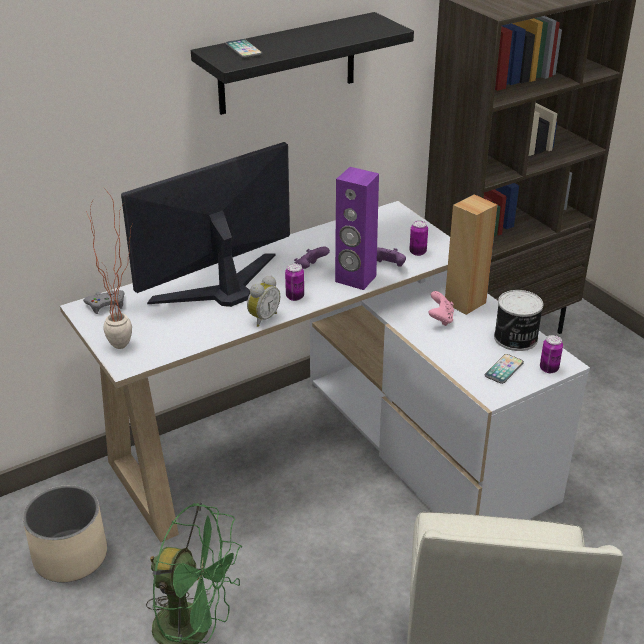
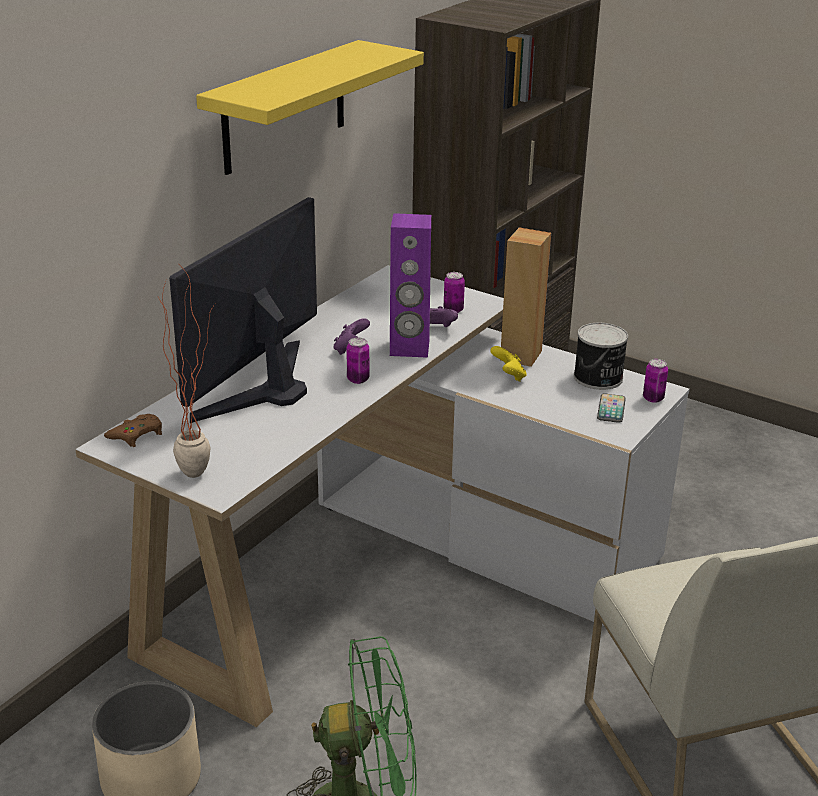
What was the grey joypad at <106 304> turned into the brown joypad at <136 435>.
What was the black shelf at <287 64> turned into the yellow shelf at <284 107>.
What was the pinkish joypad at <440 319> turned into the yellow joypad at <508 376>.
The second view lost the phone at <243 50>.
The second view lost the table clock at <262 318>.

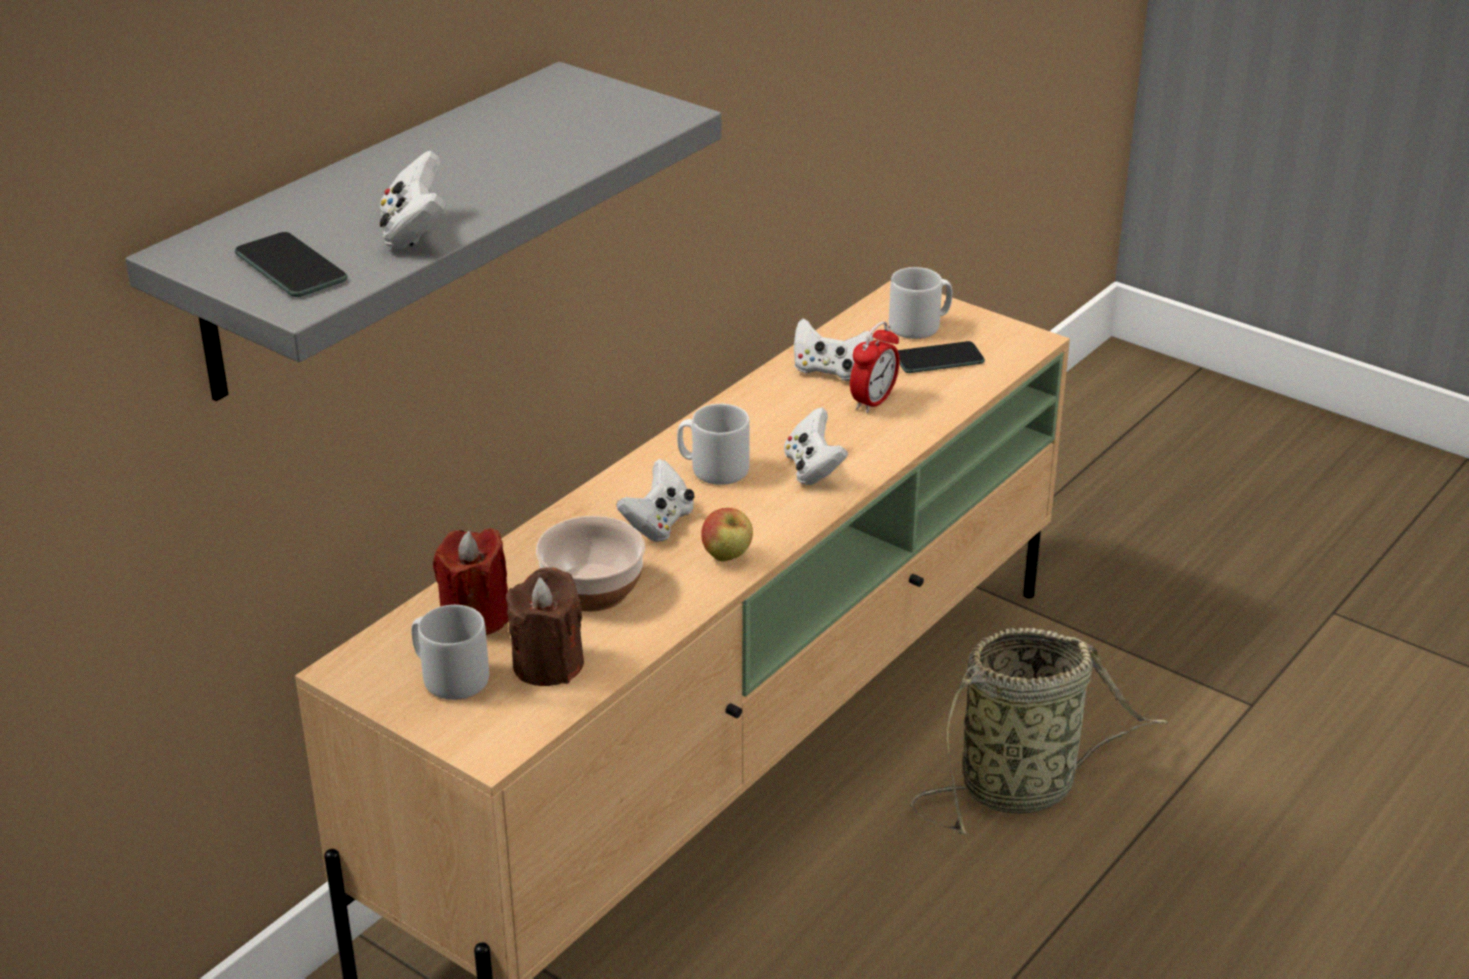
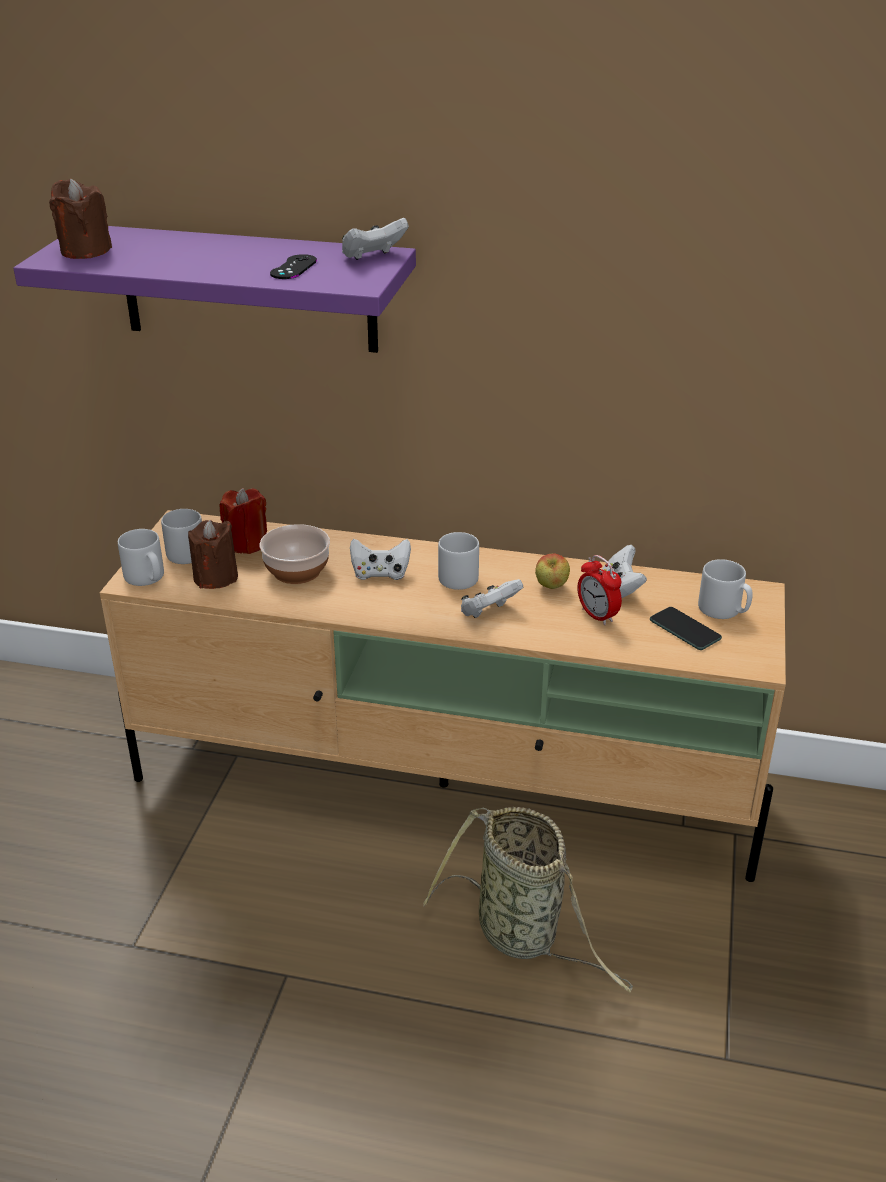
What was the grey shelf at <371 232> turned into the purple-coloured shelf at <248 289>.
Where the phone stood at <290 267>, the brown wax candle came to stand at <85 251>.
The second view gained the grey mug at <147 578>.
The second view gained the black joypad at <293 267>.
The whitish joypad ended up elsewhere, having gone from <414 232> to <372 257>.
The apple ended up elsewhere, having gone from <727 557> to <551 587>.
The table clock at <873 401> ended up facing another way, 45 degrees clockwise from before.

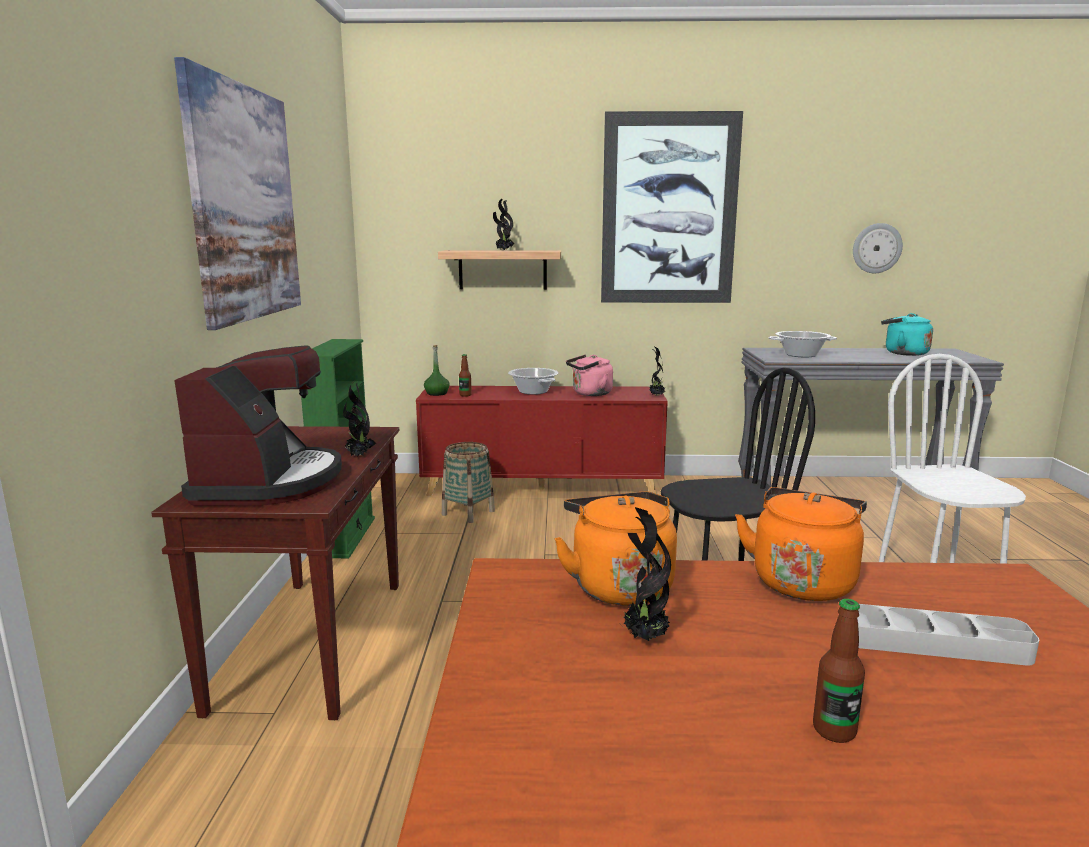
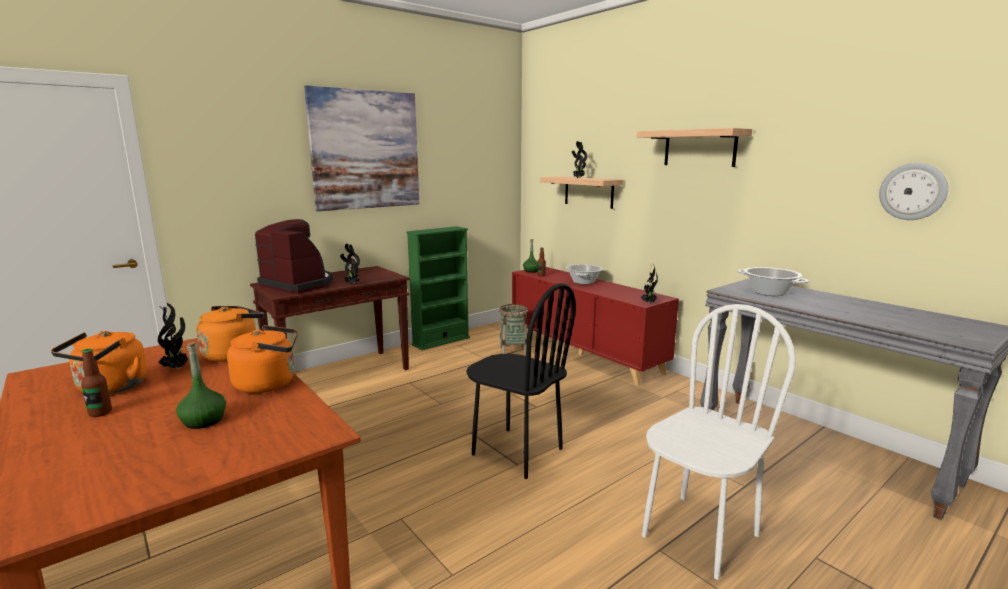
The second view gained the orange kettle at <110 388>.
Where the grey carrying tray stood at <932 643>, the greenish bottle came to stand at <203 421>.
The coffee maker at <269 482> ended up facing another way, 105 degrees counterclockwise from before.
Where the wall art hung at <669 210>, the shelf came to hang at <699 148>.
The second view lost the pinkish kettle at <590 394>.
The second view lost the turquoise-coloured kettle at <903 353>.

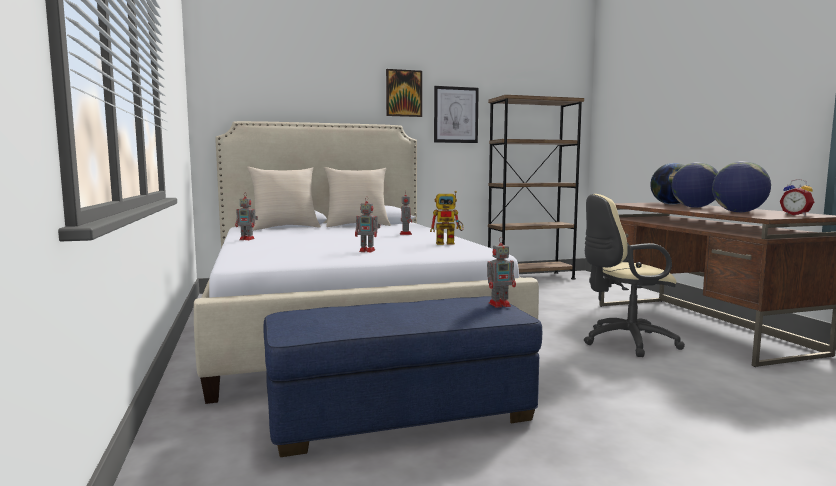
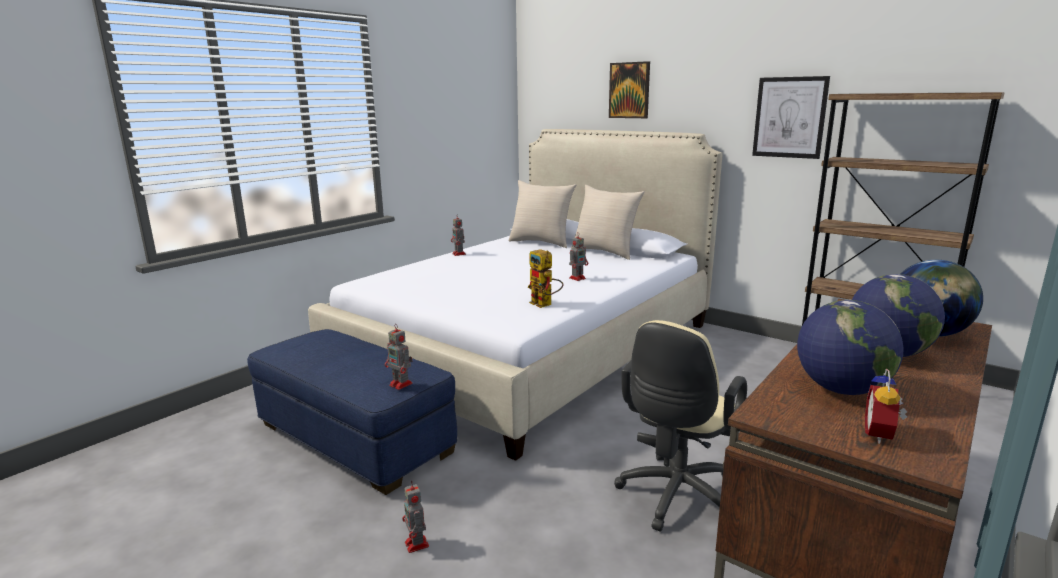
The toy robot ended up elsewhere, having gone from <368 251> to <417 545>.
The wall art ended up elsewhere, having gone from <403 93> to <629 90>.
The sand-coloured computer chair at <624 342> ended up facing another way, 105 degrees counterclockwise from before.

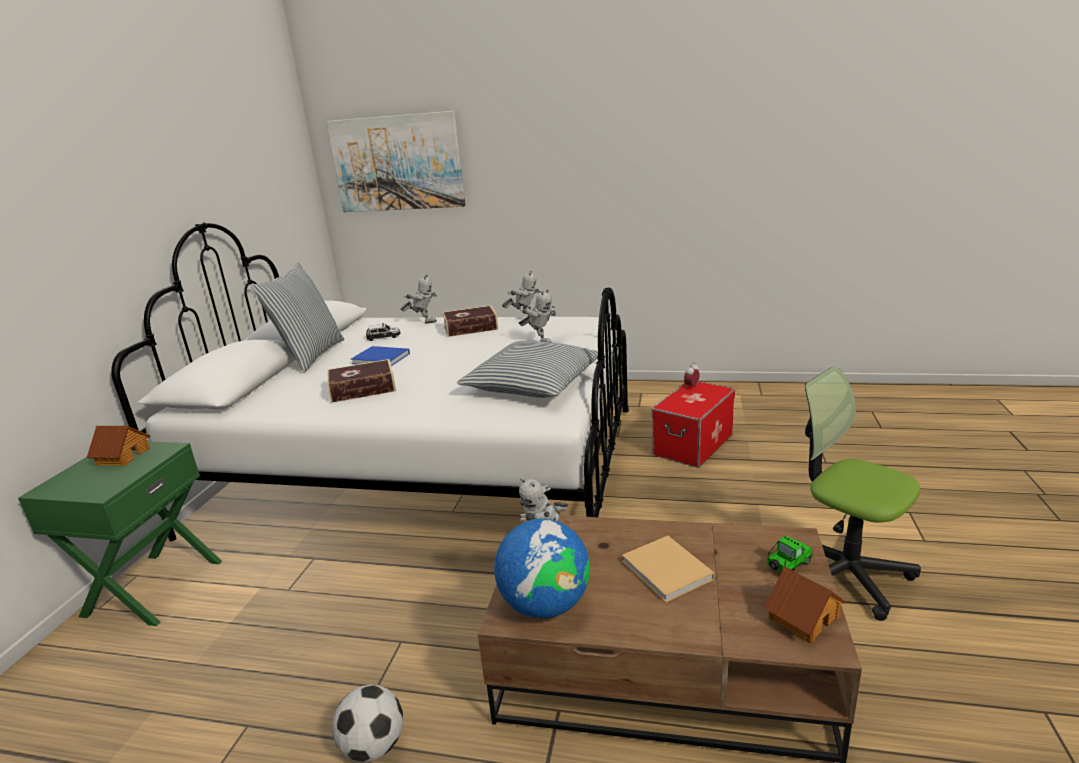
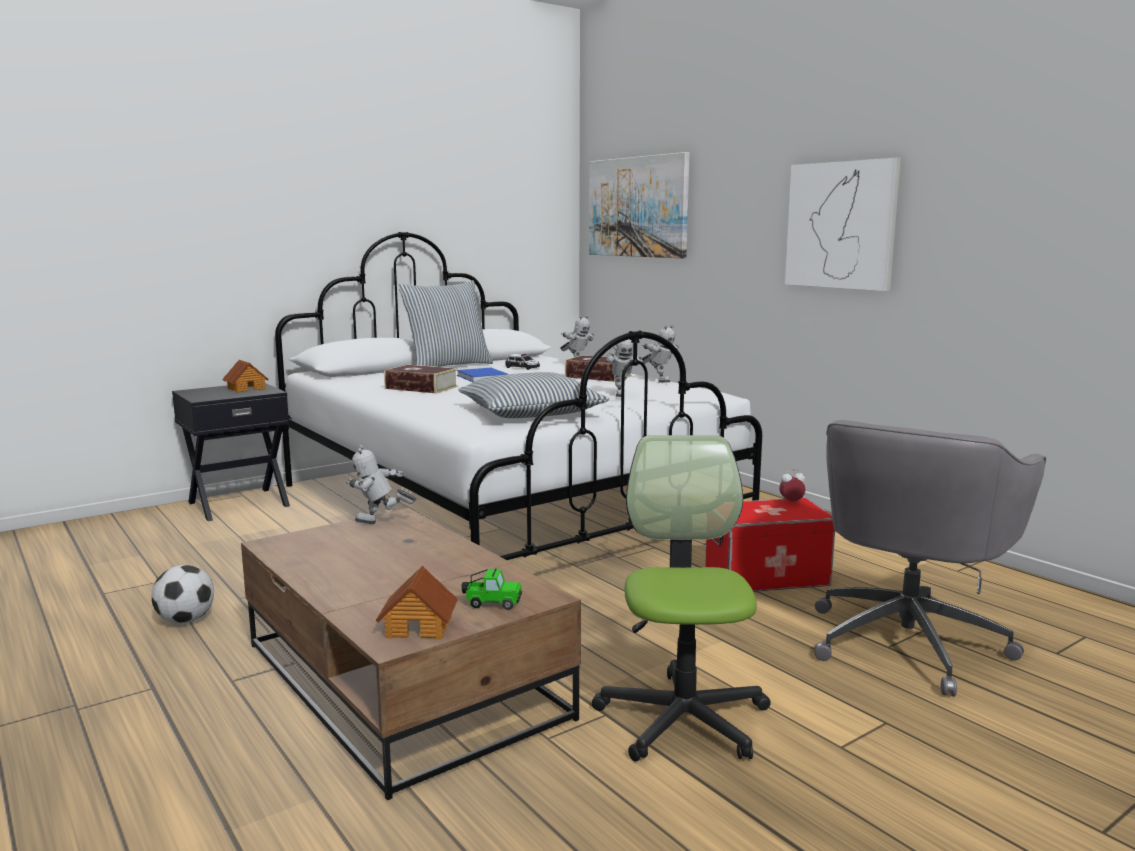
What was the greenish night table at <152 587> turned into the black night table at <238 503>.
The second view gained the wall art at <841 225>.
The second view gained the grey computer chair at <908 641>.
The second view lost the desk globe at <545 605>.
The second view lost the sand-coloured bound book at <668 572>.

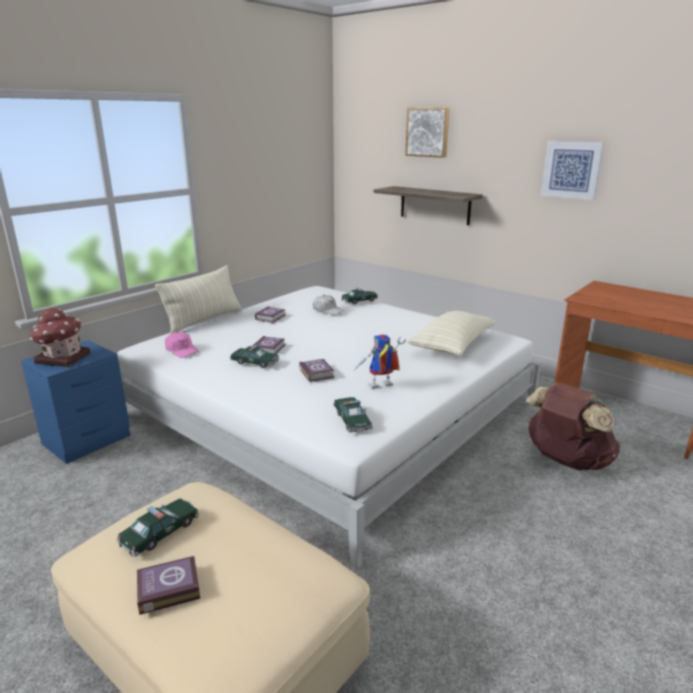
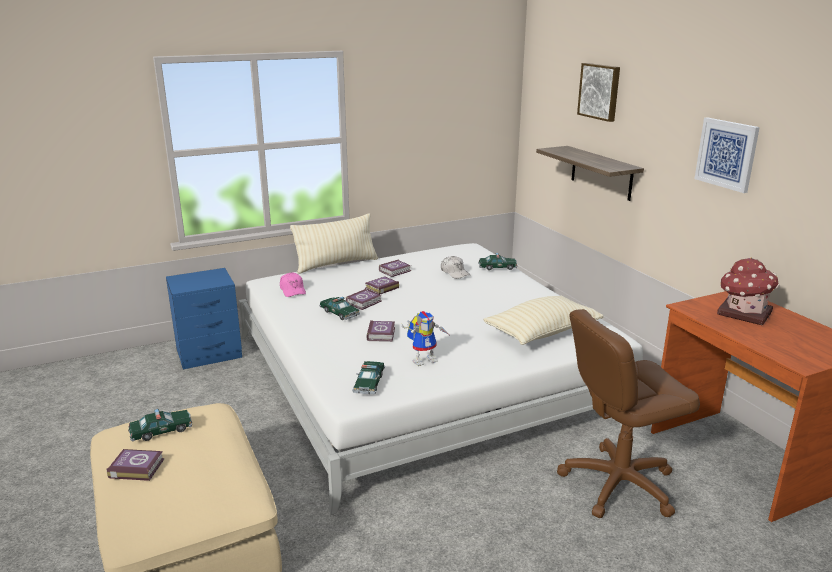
The second view gained the bound book at <380 288>.
The toy robot at <380 387> ended up facing another way, 150 degrees clockwise from before.
Where the brown rucksack stood at <566 461>, the brown computer chair came to stand at <618 484>.
The miniature house ended up elsewhere, having gone from <62 358> to <743 313>.

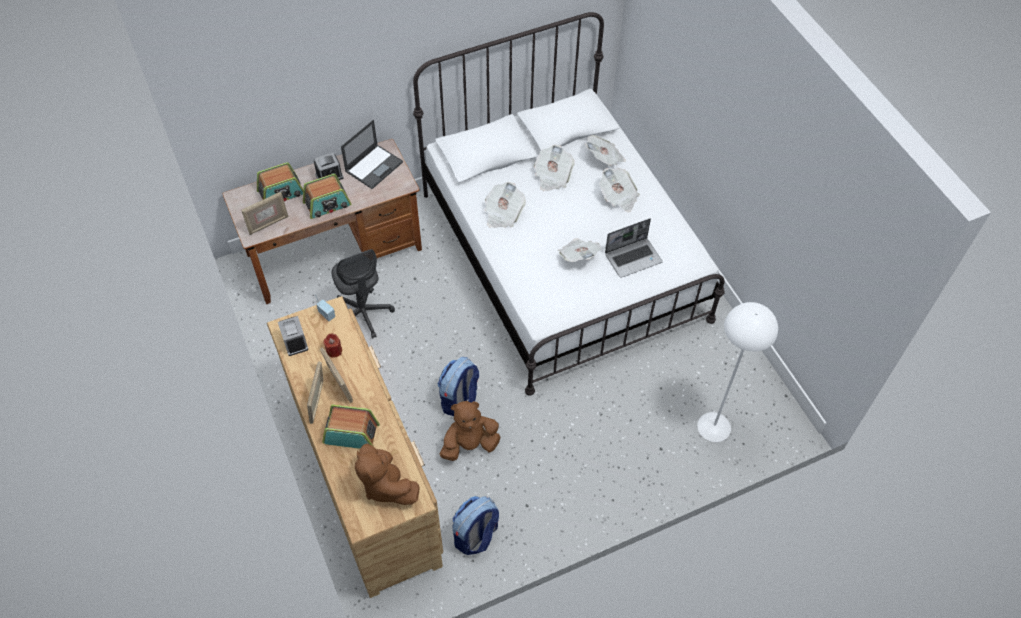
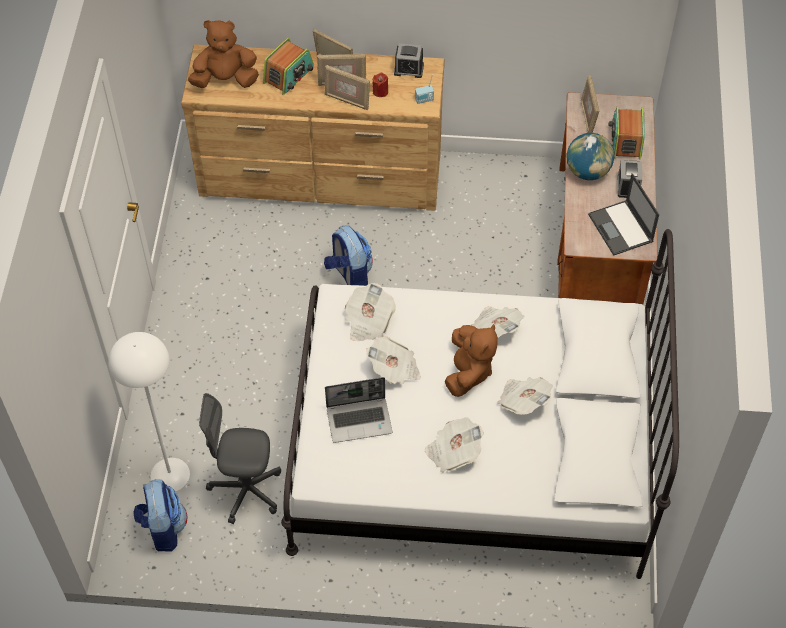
The rucksack ended up elsewhere, having gone from <476 536> to <163 528>.
The grey computer chair ended up elsewhere, having gone from <363 314> to <246 490>.
The second view gained the photo frame at <347 100>.
The notebook computer at <633 257> ended up facing another way, 105 degrees counterclockwise from before.
The printed paper ended up elsewhere, having gone from <604 158> to <368 322>.
The brown plush toy ended up elsewhere, having gone from <470 444> to <468 371>.
Where the radio stood at <327 204>, the desk globe came to stand at <587 171>.

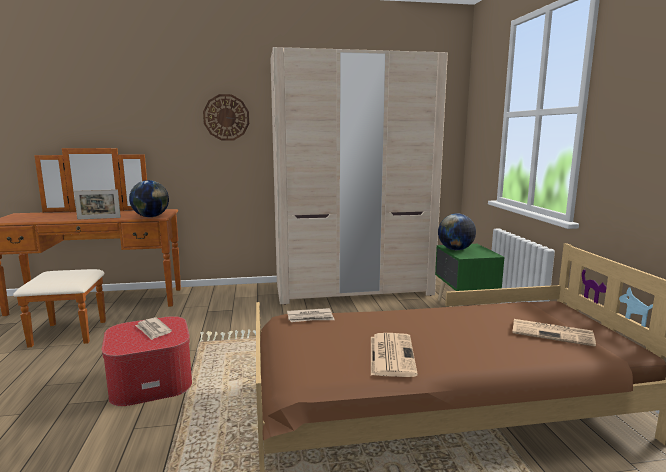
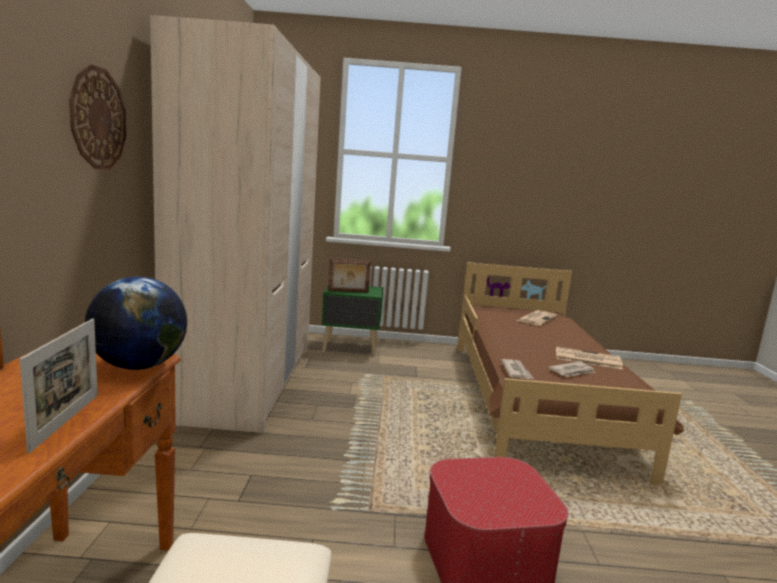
Where the desk globe stood at <455 249>, the photo frame came to stand at <348 291>.
The printed paper ended up elsewhere, having gone from <153 330> to <572 372>.

